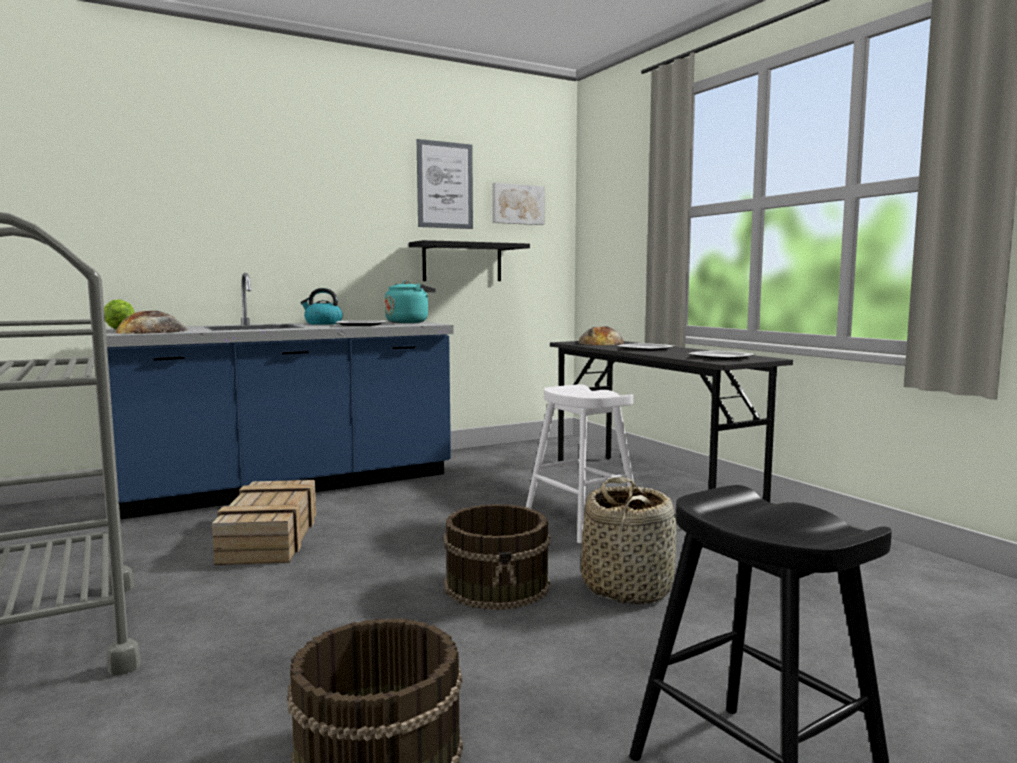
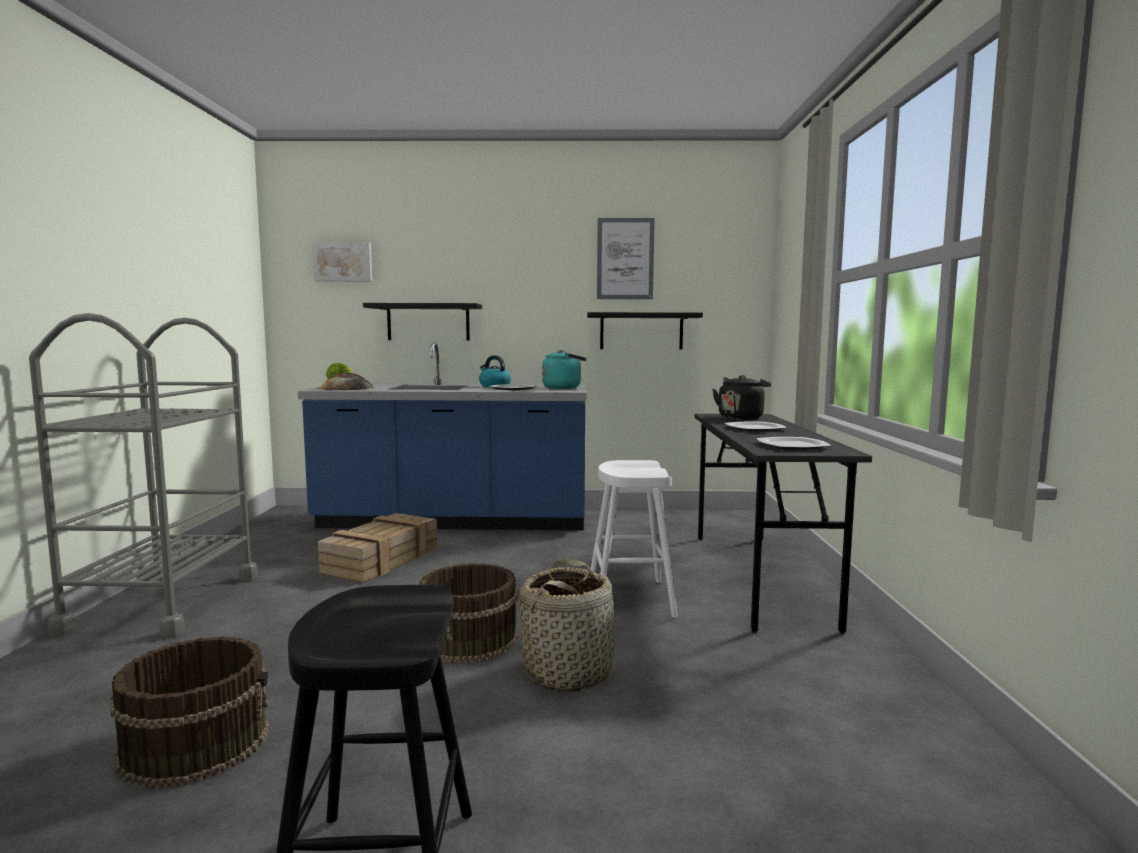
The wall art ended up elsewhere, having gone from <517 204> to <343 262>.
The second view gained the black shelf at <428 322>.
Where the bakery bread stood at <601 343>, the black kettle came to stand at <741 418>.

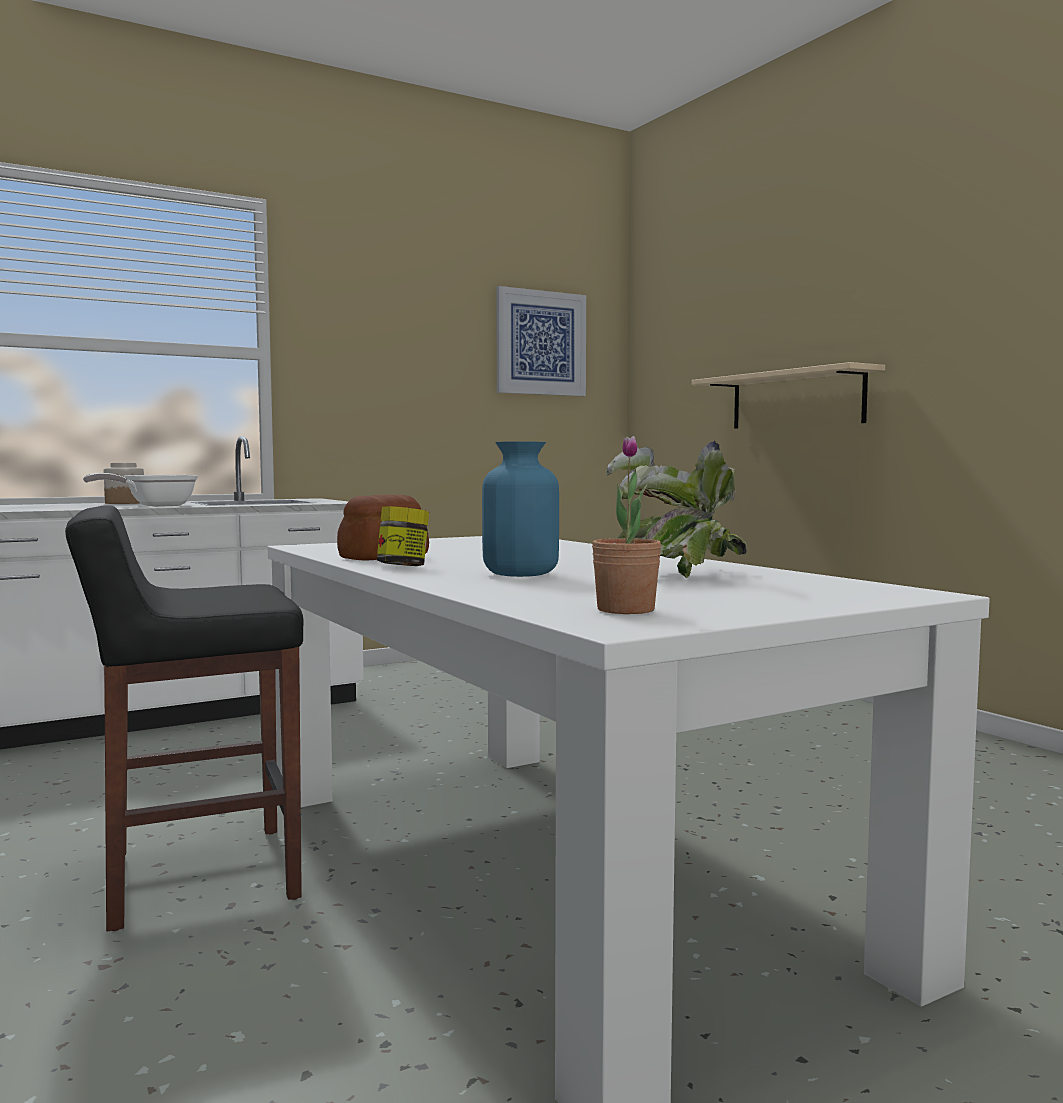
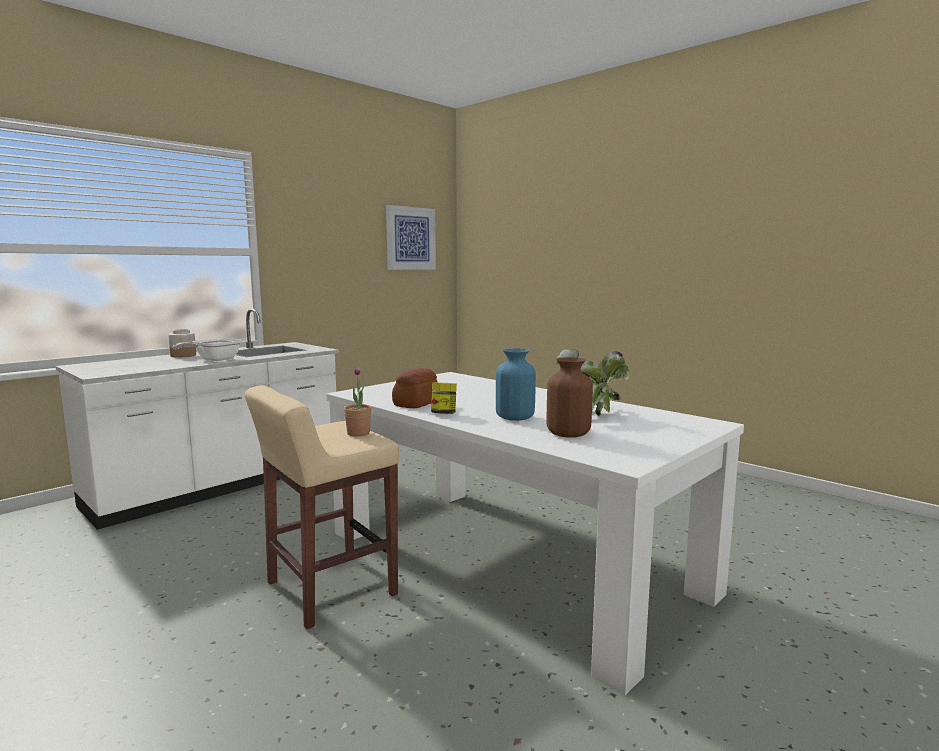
What was the black stool seat at <197 876> turned into the sand-coloured stool seat at <329 589>.
The houseplant ended up elsewhere, having gone from <625 610> to <358 433>.
The second view gained the brown decorative vase at <568 434>.
The second view lost the sand-coloured shelf at <796 400>.

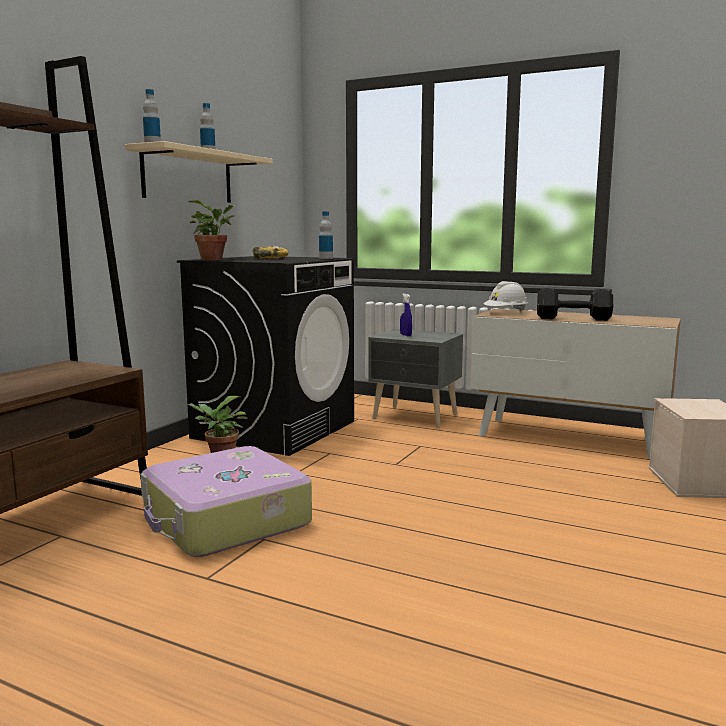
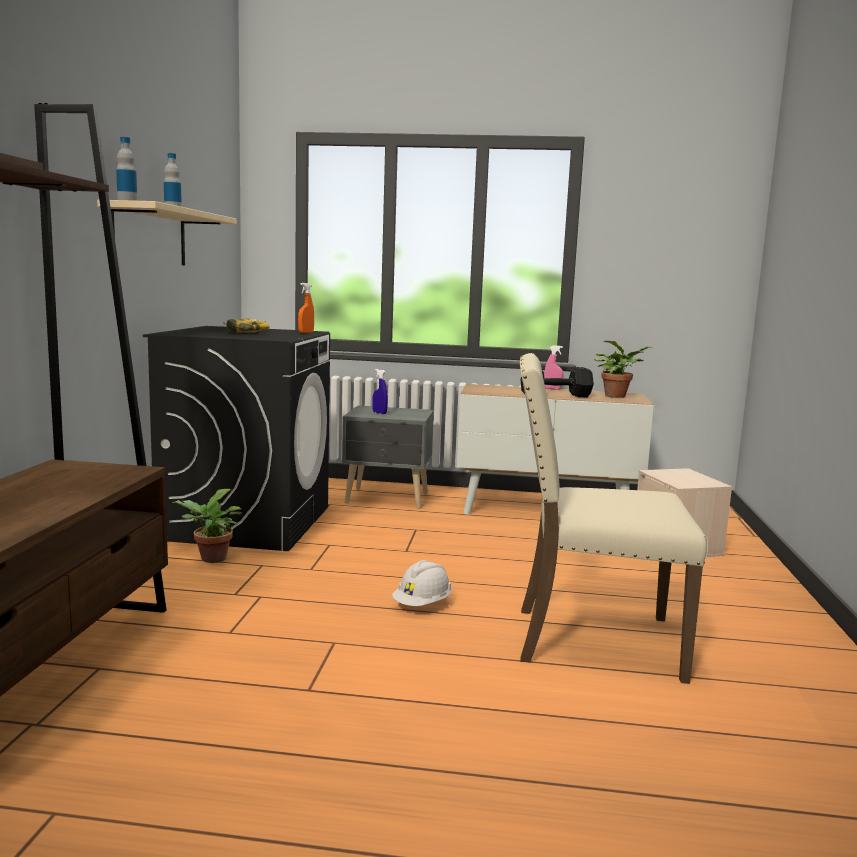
Where the bottle stood at <326 258>, the orange hand sprayer came to stand at <306 332>.
The whitish work helmet ended up elsewhere, having gone from <506 313> to <422 605>.
The second view gained the sand-coloured upright chair at <592 640>.
The second view gained the pinkish hand sprayer at <552 389>.
The houseplant ended up elsewhere, having gone from <214 259> to <617 396>.
The second view lost the suitcase at <225 520>.

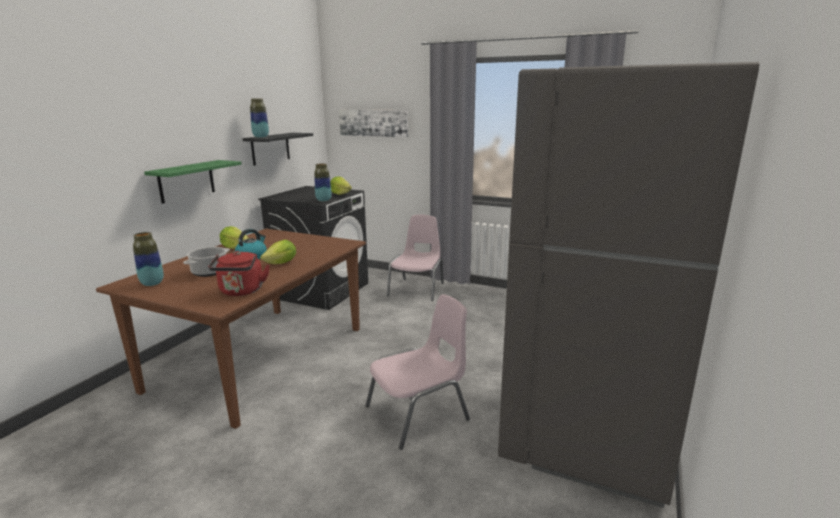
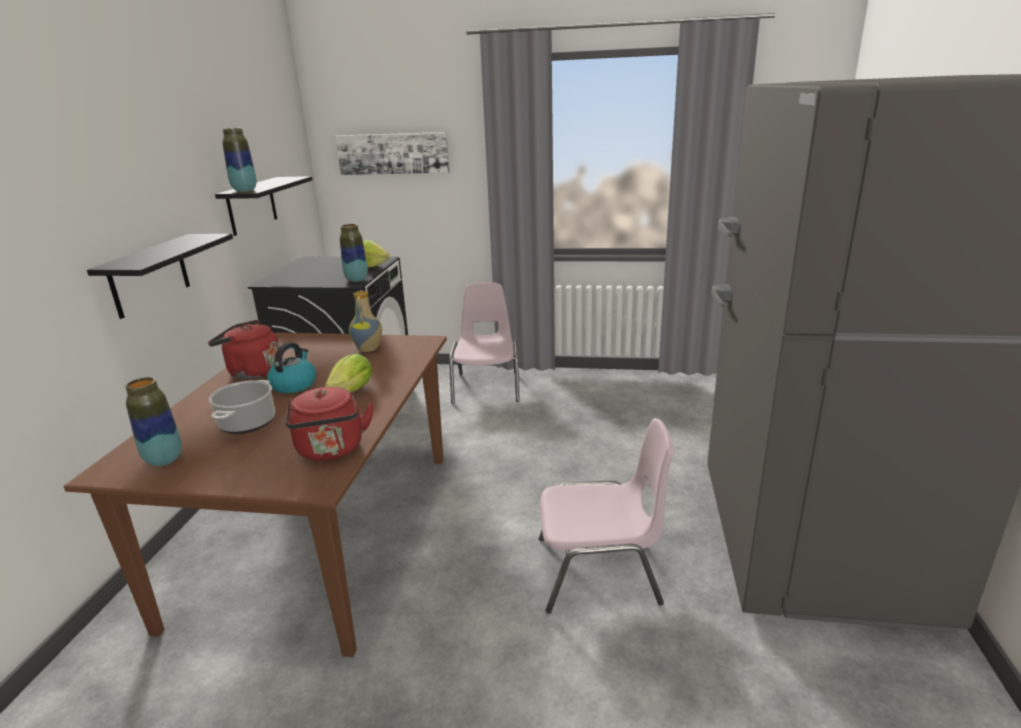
What was the greenish shelf at <186 181> turned into the black shelf at <149 276>.
Where the head of lettuce stood at <235 247>, the red kettle came to stand at <252 372>.
The second view gained the decorative vase at <369 349>.
The pinkish upright chair at <419 413> ended up facing another way, 45 degrees clockwise from before.

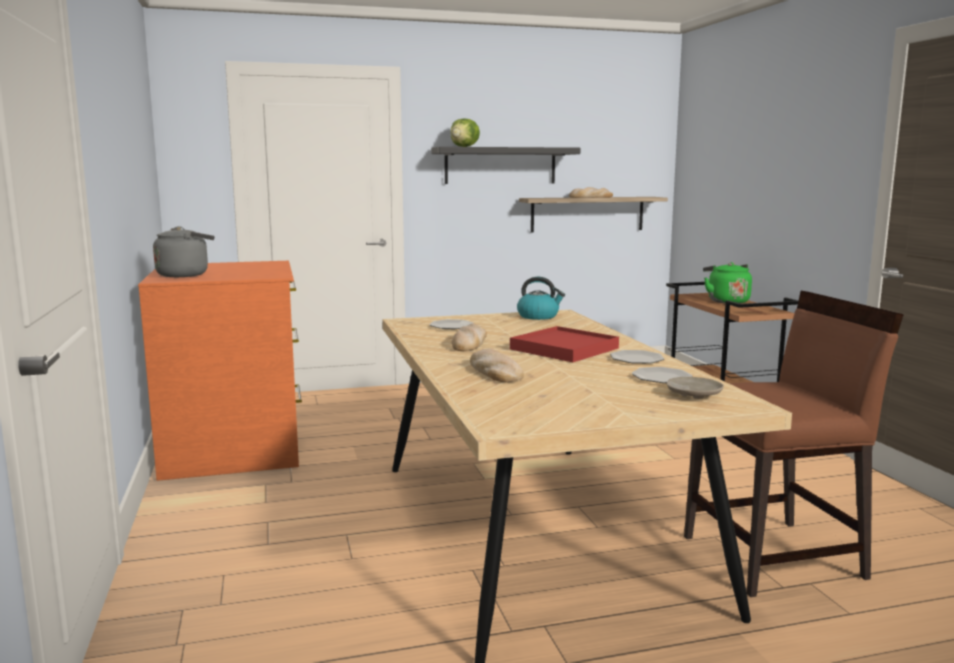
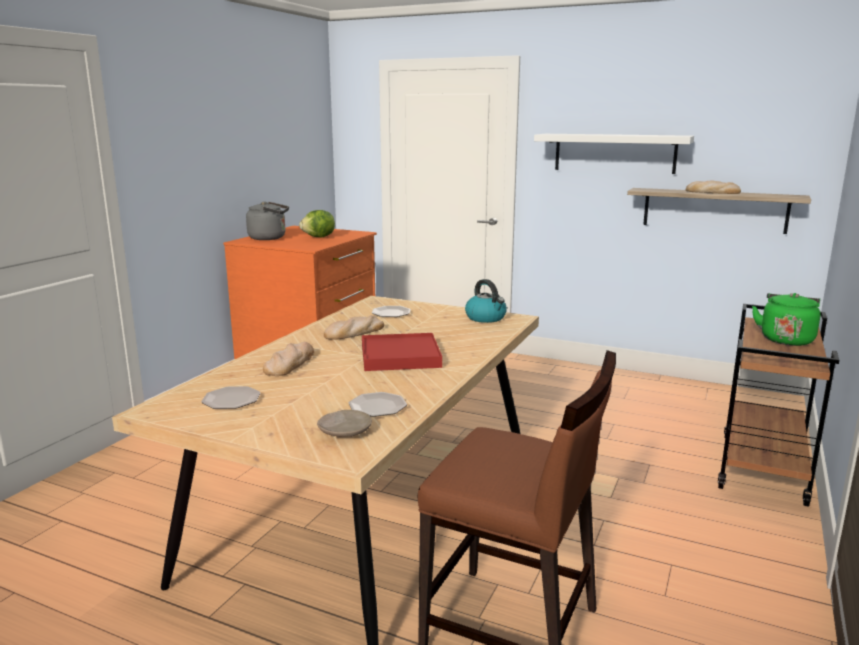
The dinner plate ended up elsewhere, having gone from <637 359> to <232 400>.
The head of lettuce ended up elsewhere, having gone from <465 146> to <319 237>.
What was the black shelf at <500 165> turned into the whitish shelf at <614 153>.

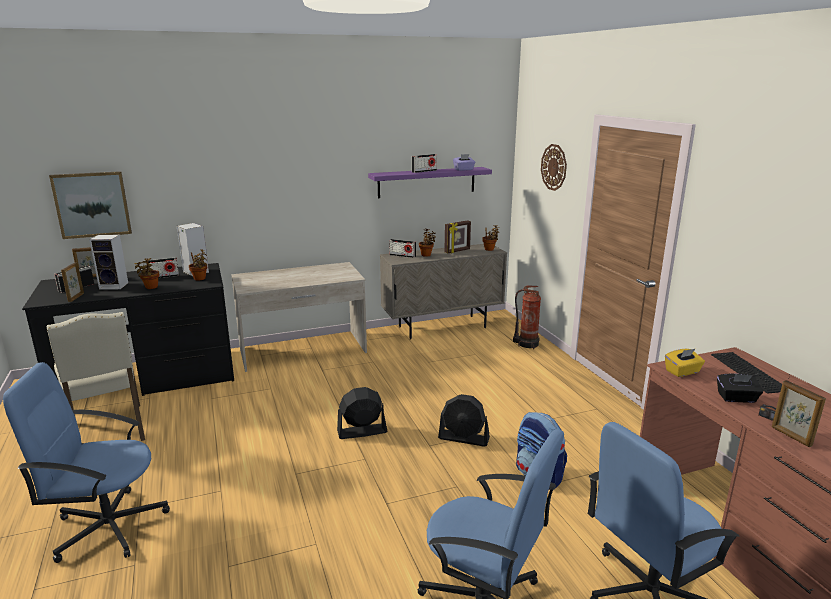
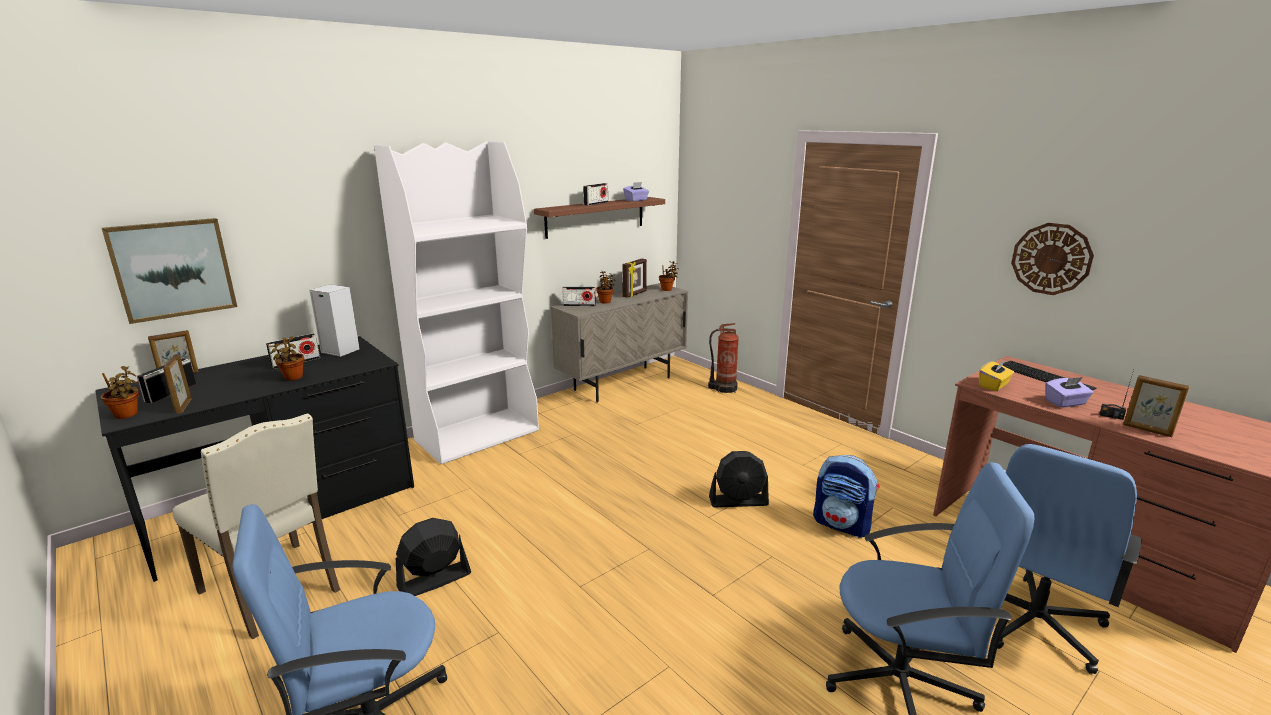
The houseplant ended up elsewhere, having gone from <200 279> to <127 415>.
Where the sand-coloured desk unit stood at <302 350>, the whitish shelving unit came to stand at <478 435>.
The black cooling fan ended up elsewhere, having gone from <362 431> to <434 580>.
What was the purple-coloured shelf at <427 182> turned into the brown shelf at <595 217>.
The wall clock ended up elsewhere, having gone from <554 167> to <1051 259>.
What was the black tissue holder at <736 398> turned into the purple-coloured tissue holder at <1065 403>.
The second view lost the speaker at <115 286>.

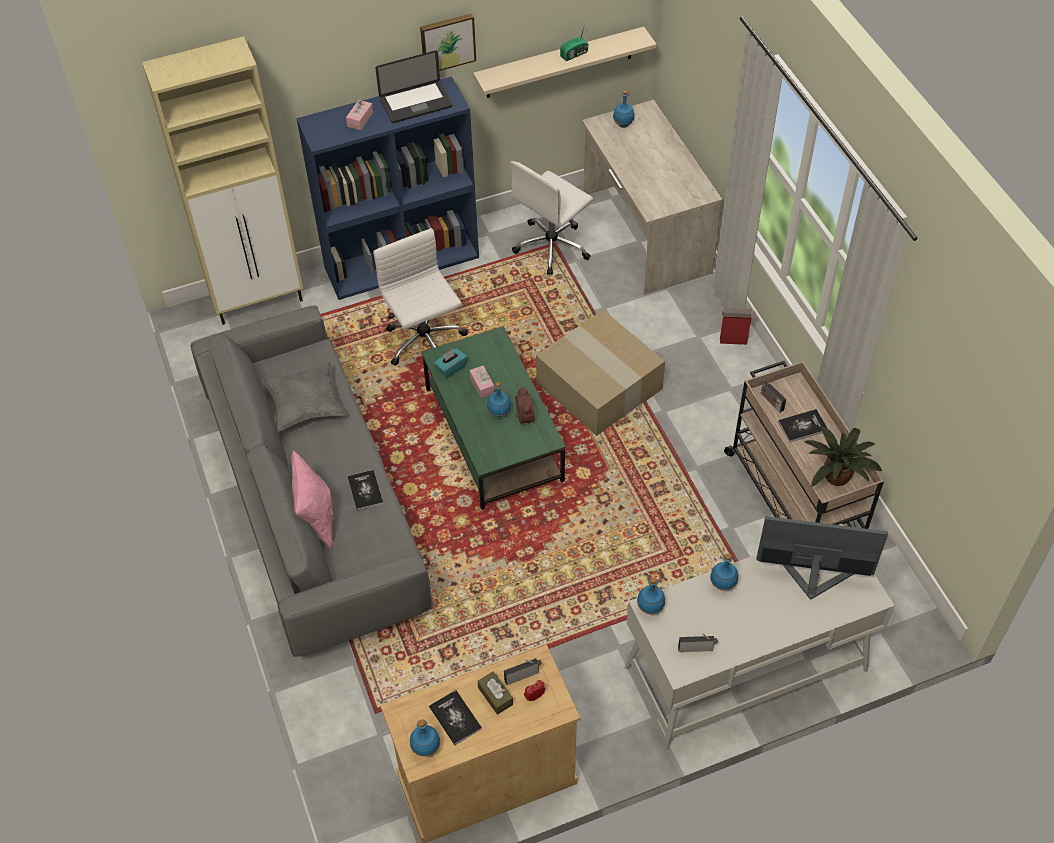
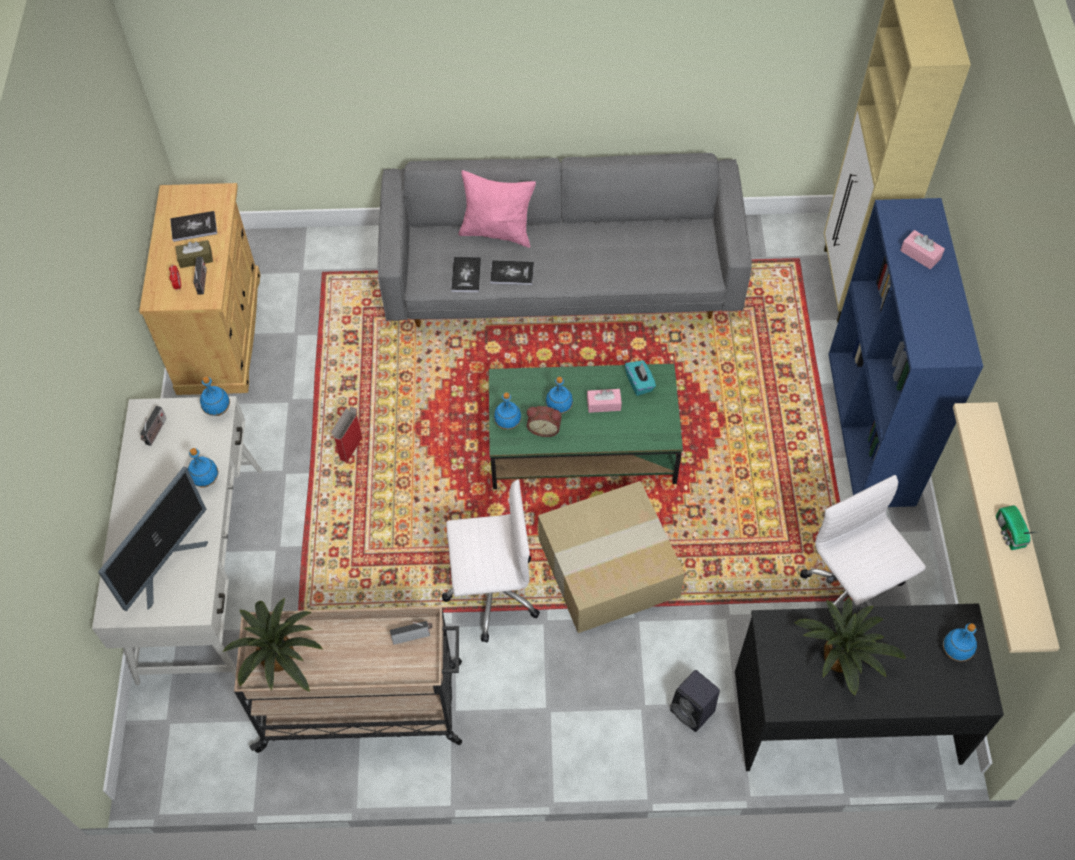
The cardboard box ended up elsewhere, having gone from <734 341> to <351 450>.
The whitish computer chair ended up elsewhere, having gone from <425 342> to <491 592>.
The bound book ended up elsewhere, having gone from <802 426> to <466 275>.
The bluish bottle ended up elsewhere, having gone from <425 748> to <508 424>.
The second view gained the black speaker at <693 711>.
What was the sand-coloured desk unit at <645 233> turned into the black desk unit at <845 715>.
The second view gained the houseplant at <841 658>.
The second view lost the grey throw pillow at <306 406>.
The second view lost the notebook computer at <416 103>.
The second view lost the wall art at <447 42>.

